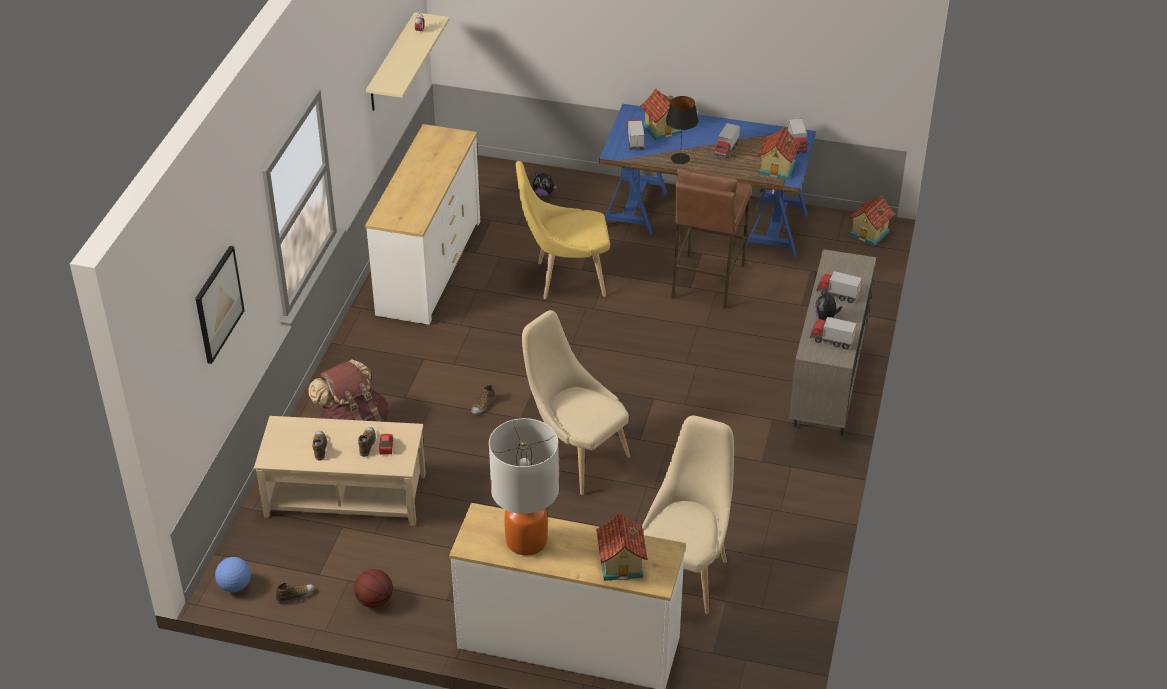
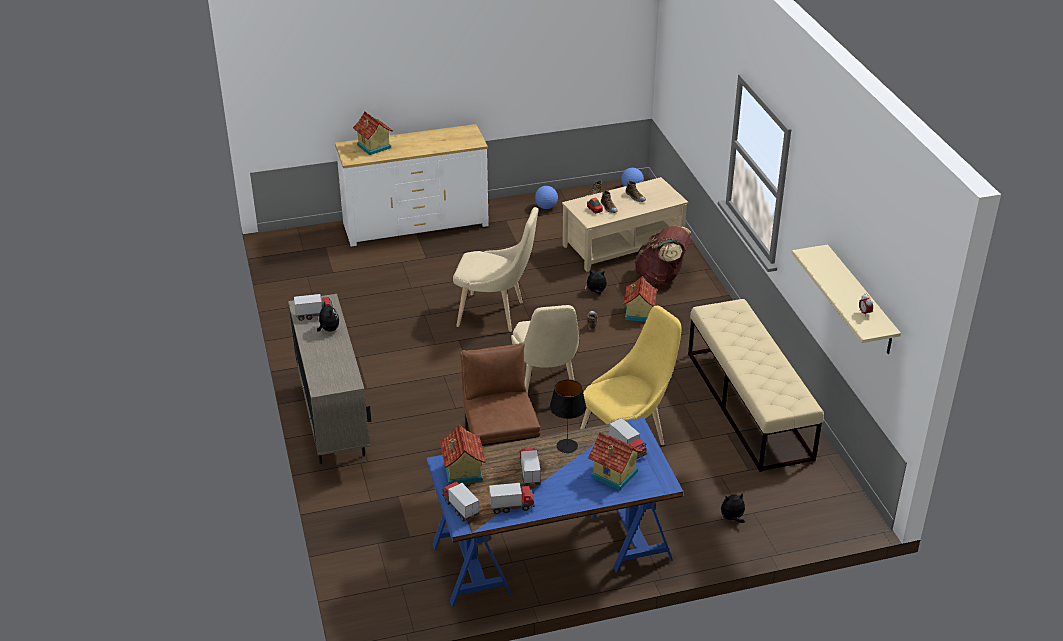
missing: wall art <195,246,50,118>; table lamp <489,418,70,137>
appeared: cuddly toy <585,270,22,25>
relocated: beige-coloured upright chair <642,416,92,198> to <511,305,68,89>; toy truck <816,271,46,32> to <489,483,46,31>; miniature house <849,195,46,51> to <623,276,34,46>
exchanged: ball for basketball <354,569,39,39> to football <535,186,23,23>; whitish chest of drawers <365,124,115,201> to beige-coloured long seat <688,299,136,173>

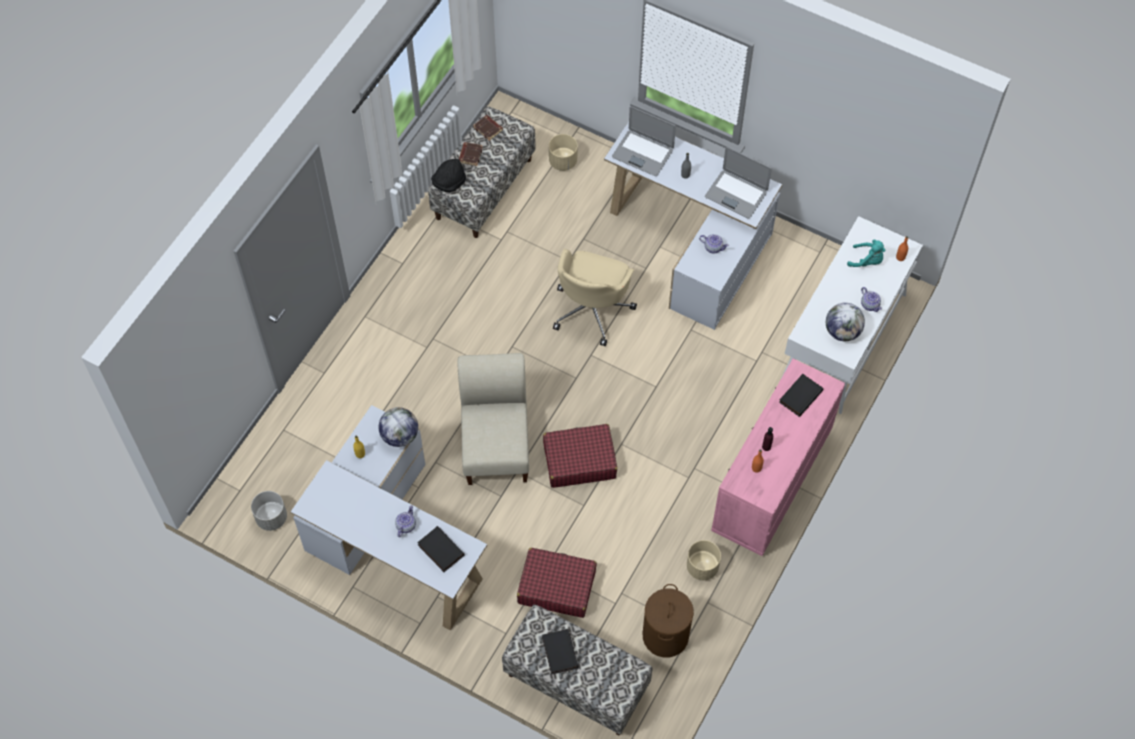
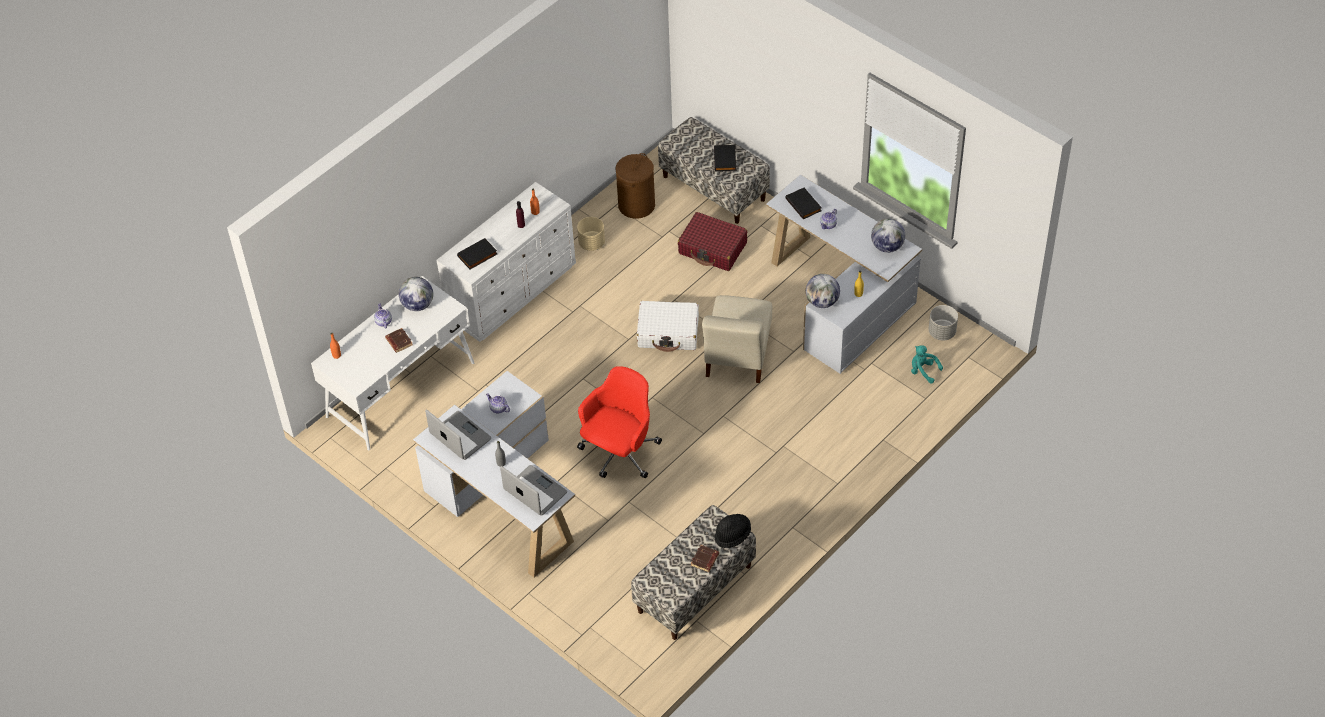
missing: beige-coloured flower pot <549,134,28,37>
appeared: globe <871,219,34,34>
relocated: brownish bound book <473,115,30,26> to <385,328,28,25>; turquoise-coloured cuddly toy <847,240,38,27> to <911,346,32,37>
colour: reddish suitcase <543,424,74,64> to whitish suitcase <637,301,62,51>; beige-coloured desk chair <553,249,84,97> to reddish desk chair <577,366,85,112>; pink-coloured chest of drawers <711,359,134,197> to whitish chest of drawers <436,182,140,160>

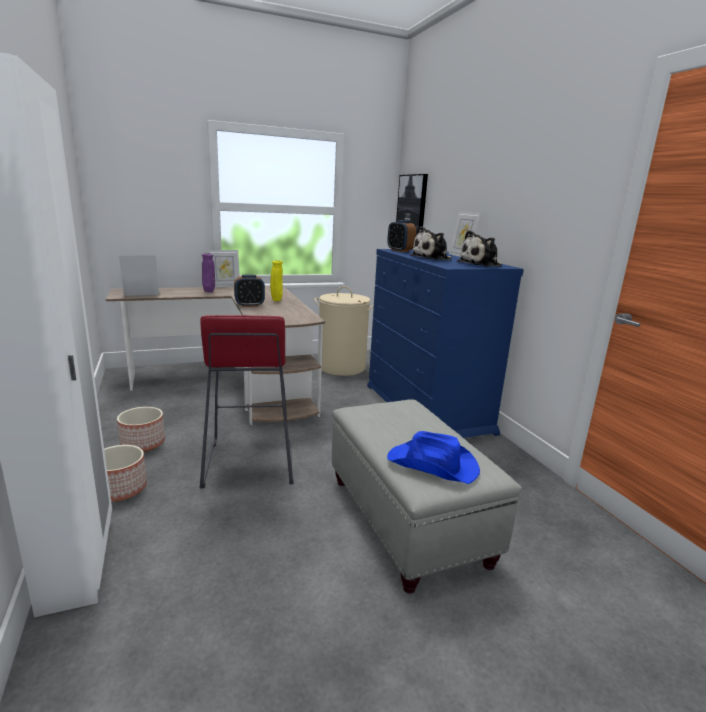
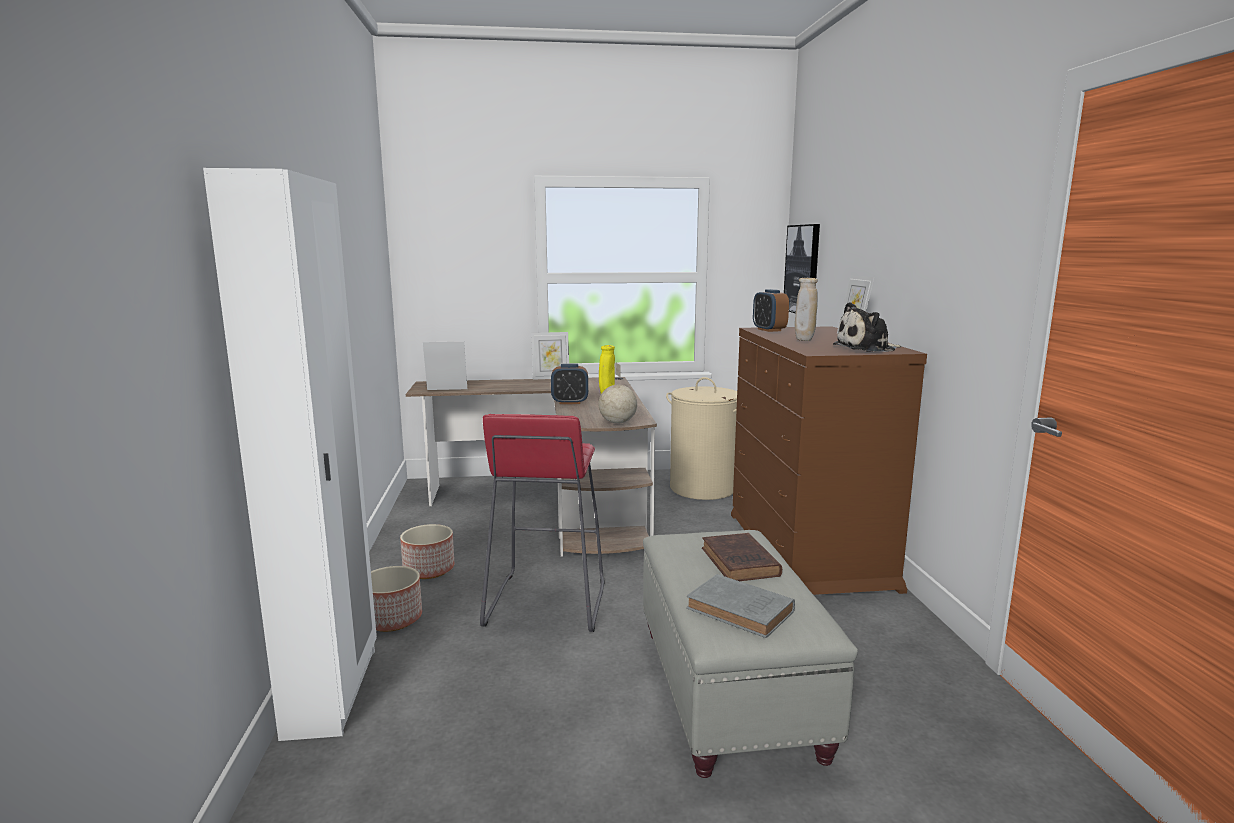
missing: purple decorative vase <202,253,13,39>
appeared: globe <599,362,38,62>; brownish bound book <702,533,80,48>
exchanged: blue clothing hat <387,431,93,53> to grey bound book <686,574,109,64>; cuddly toy <410,226,42,34> to beige-coloured decorative vase <795,278,23,63>
colour: blue chest of drawers <367,249,157,189> to brownish chest of drawers <731,326,196,269>

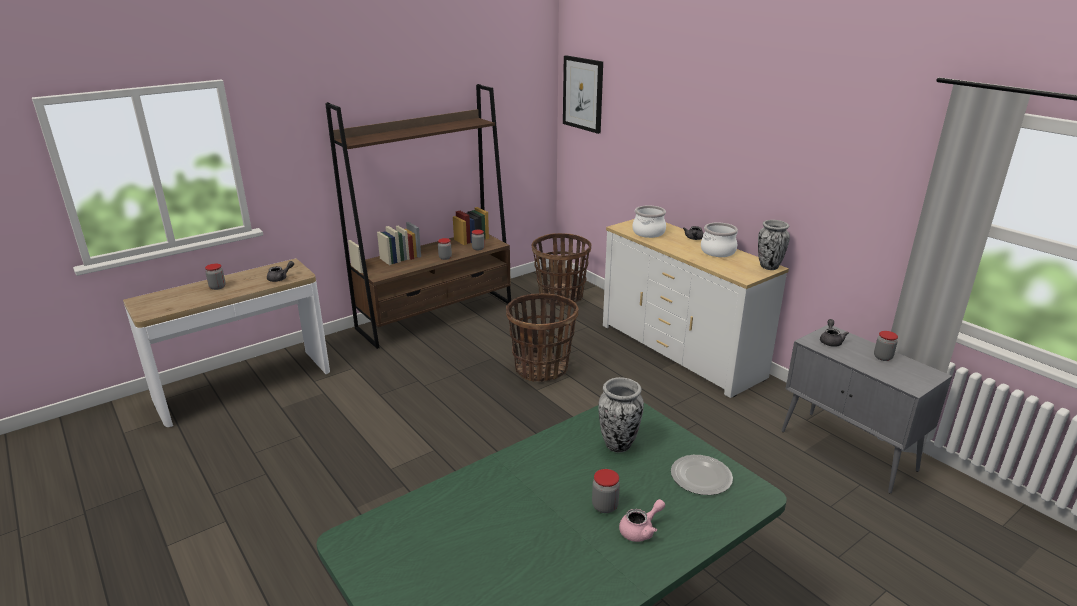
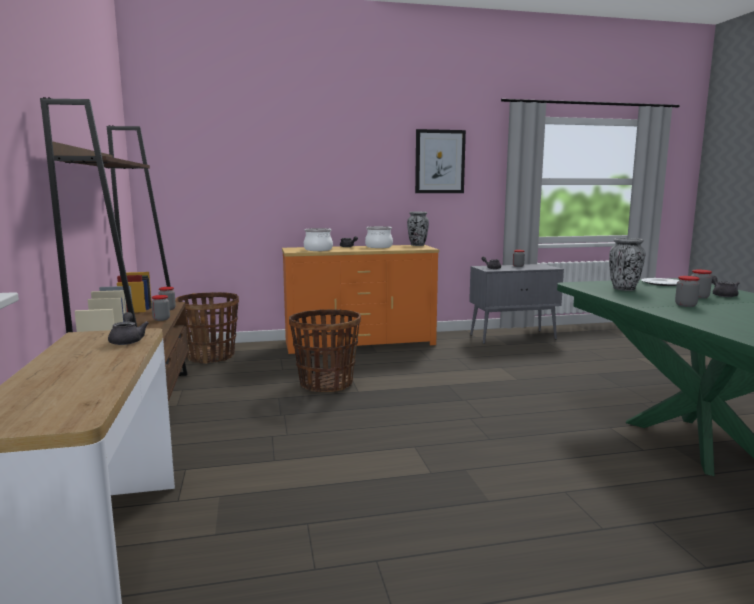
relocated: preserve jar <205,264,21,26> to <675,276,25,31>; wall art <563,55,40,79> to <415,129,51,64>
colour: whitish chest of drawers <603,219,186,179> to orange-coloured chest of drawers <282,245,157,109>; pink-coloured teapot <619,499,46,43> to grey teapot <712,275,27,22>

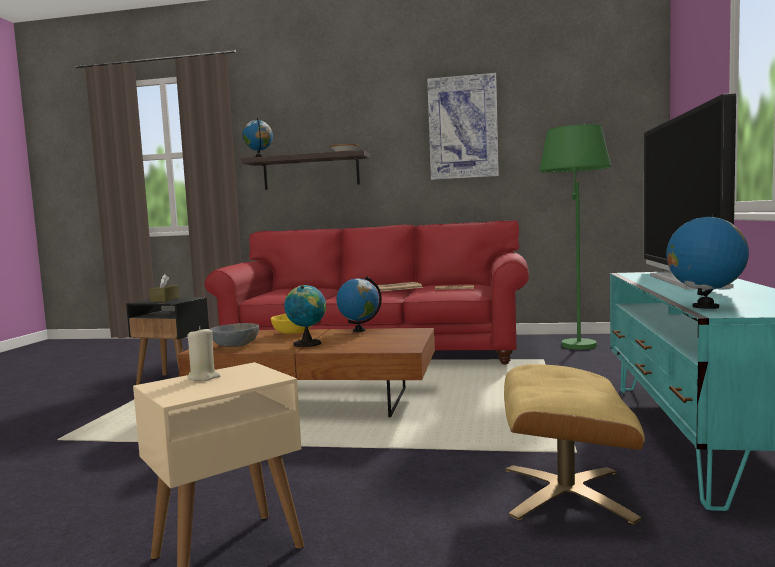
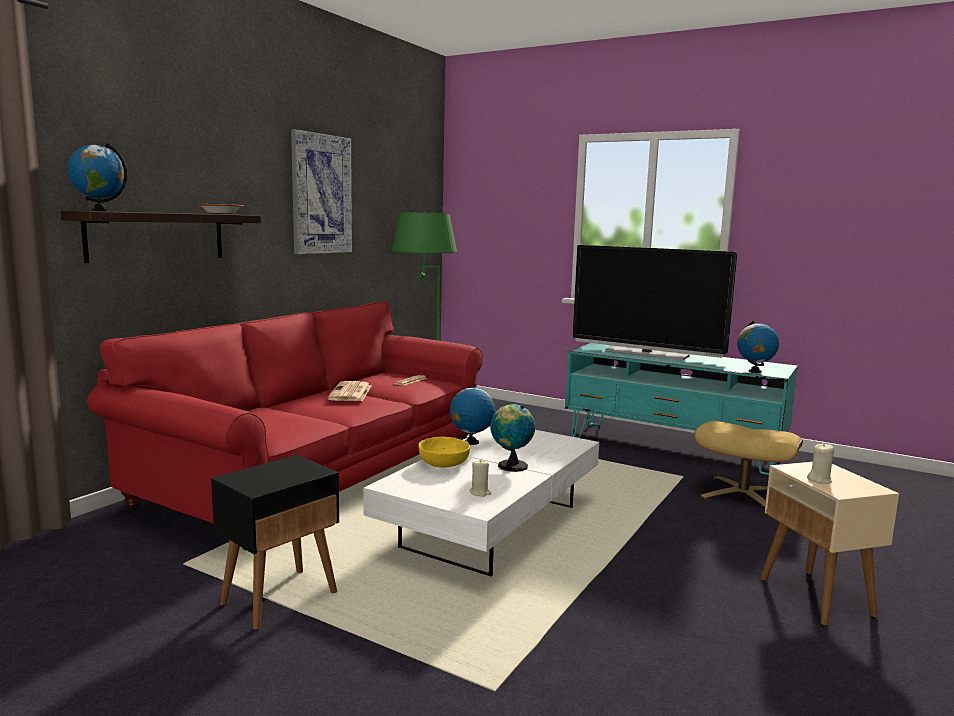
missing: brownish tissue box <149,274,31,28>
exchanged: grey serving bowl <210,323,49,24> to beige-coloured candle <469,460,22,37>
colour: brownish coffee table <178,328,257,89> to whitish coffee table <363,426,236,150>

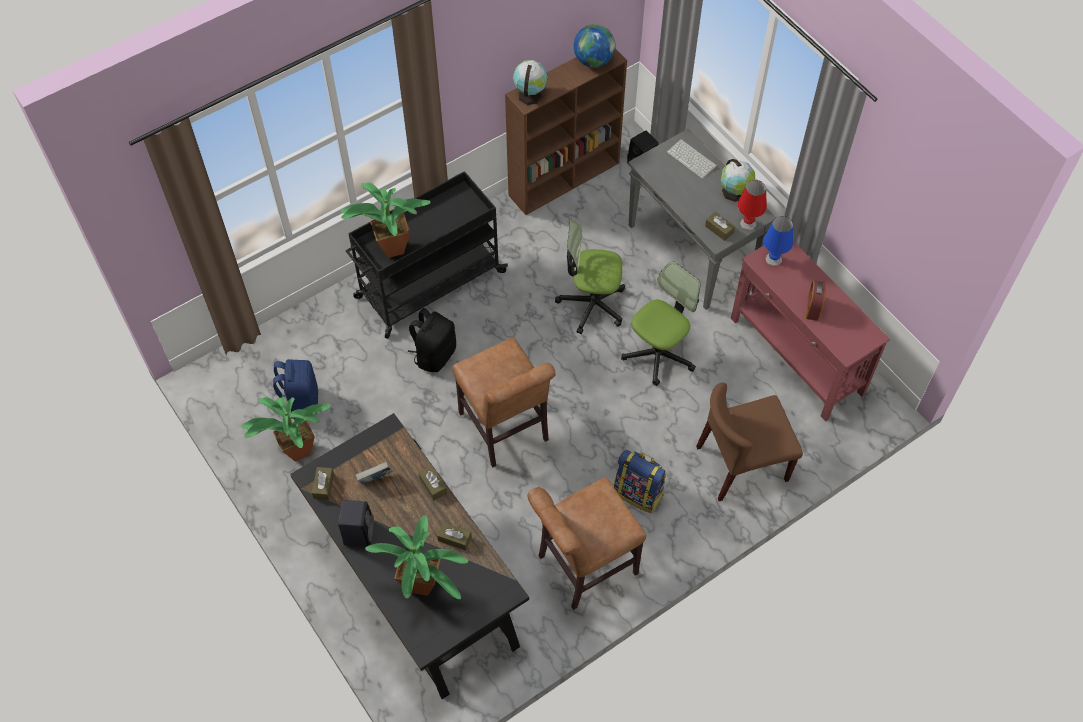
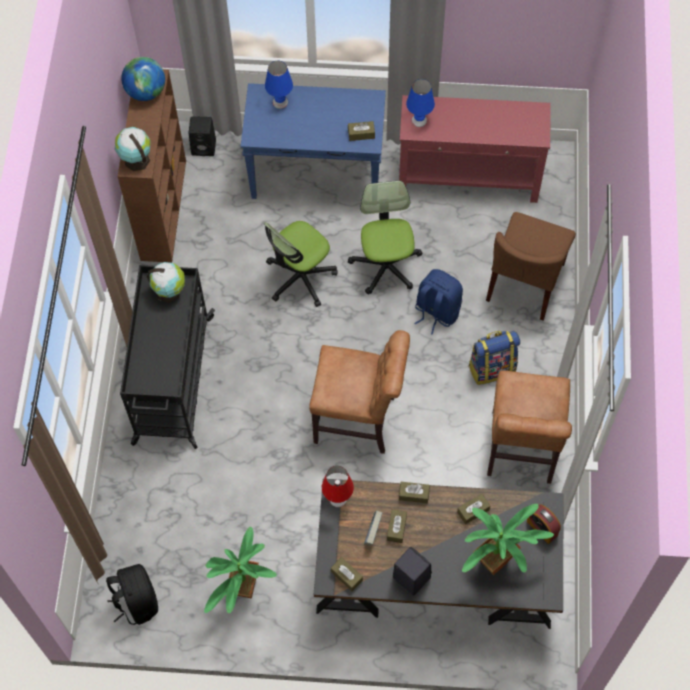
missing: plant in a pot <340,182,91,76>
appeared: brownish tissue box <387,509,20,34>
relocated: blue rucksack <273,359,45,60> to <414,269,49,66>; blackish rucksack <408,308,48,64> to <106,564,52,61>; globe <721,159,34,43> to <147,262,38,41>; reddish table lamp <737,180,30,50> to <322,466,32,41>; alarm clock <806,280,20,41> to <527,505,34,39>
exchanged: keyboard <667,139,50,40> to blue table lamp <265,61,28,48>
colour: grey narrow table <628,129,148,181> to blue narrow table <241,83,145,116>

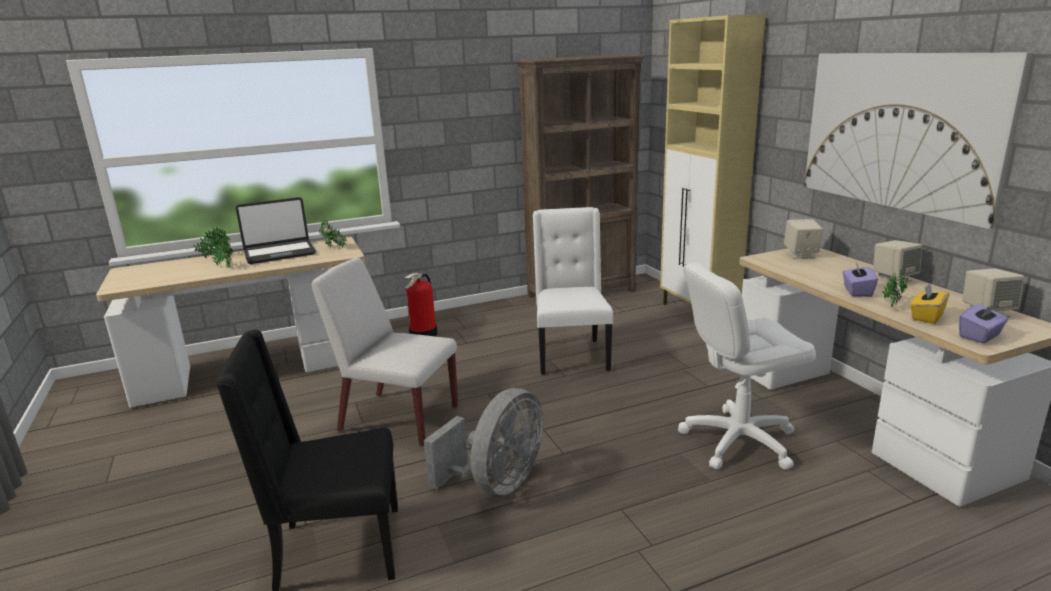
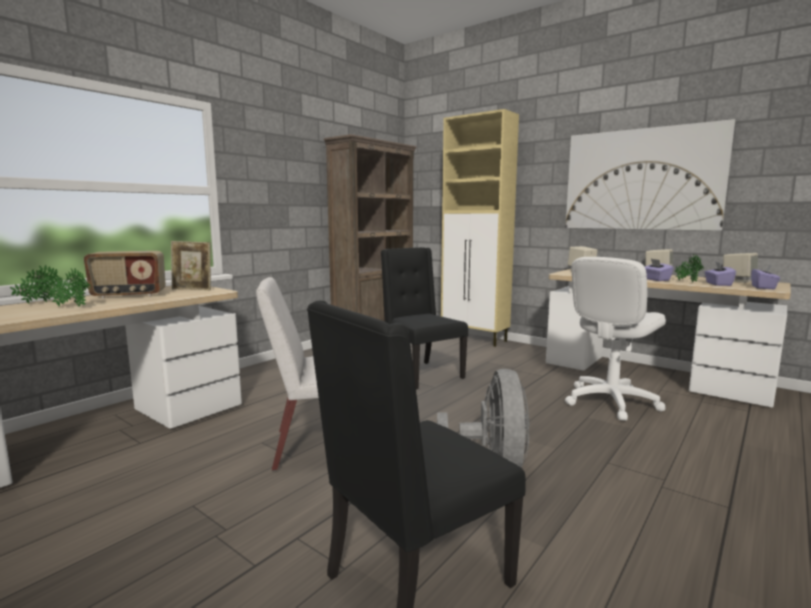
missing: extinguisher <405,272,32,65>
exchanged: portable computer <236,197,80,67> to radio set <84,251,82,47>; plant in a pot <319,219,28,29> to photo frame <171,241,40,49>
colour: whitish upright chair <533,207,80,168> to blackish upright chair <381,247,87,143>; yellowish tissue box <910,283,40,41> to purple tissue box <705,261,31,25>

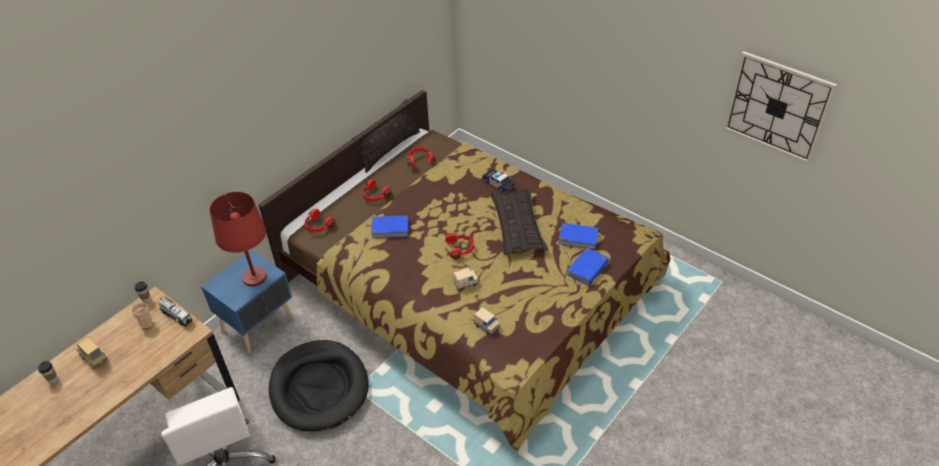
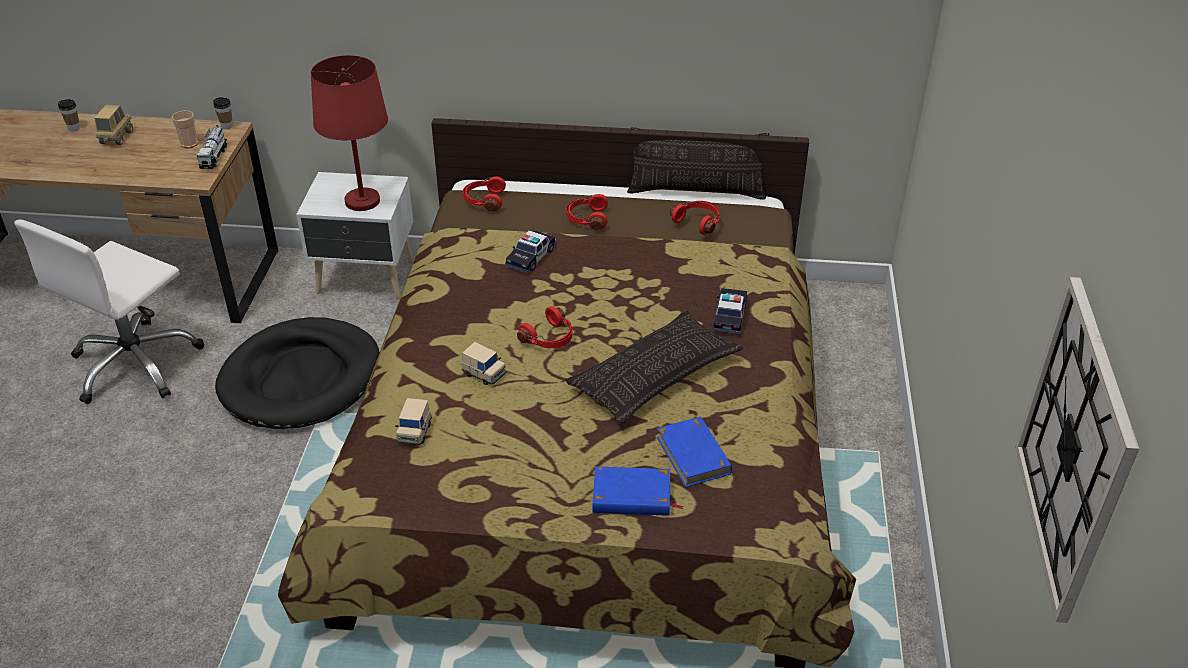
exchanged: blue bound book <367,215,42,23> to toy car <505,230,52,43>
colour: blue nightstand <201,250,92,103> to whitish nightstand <296,172,118,127>

